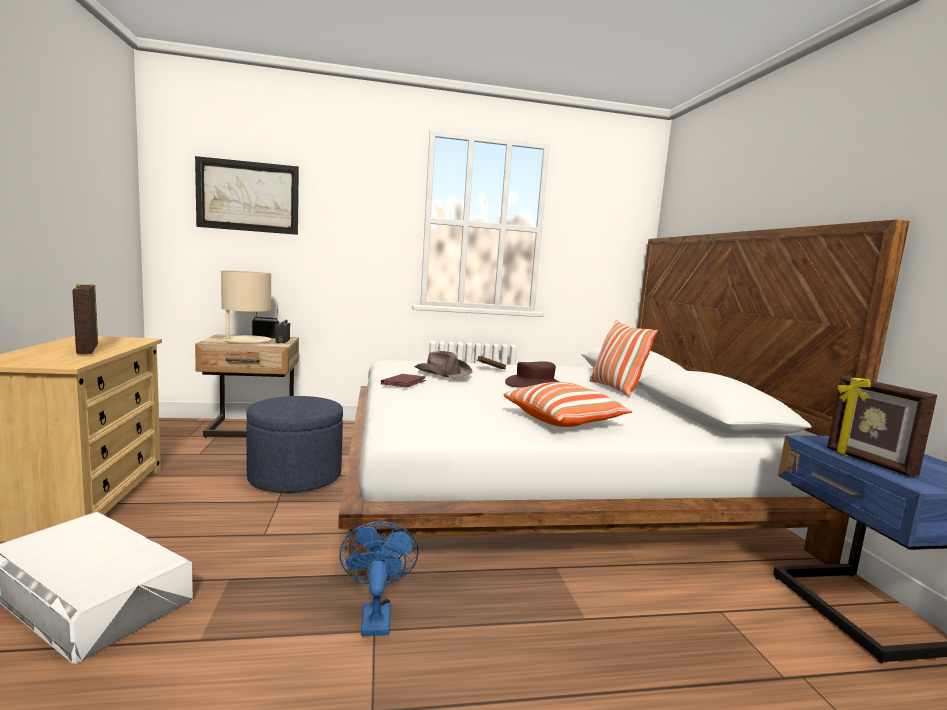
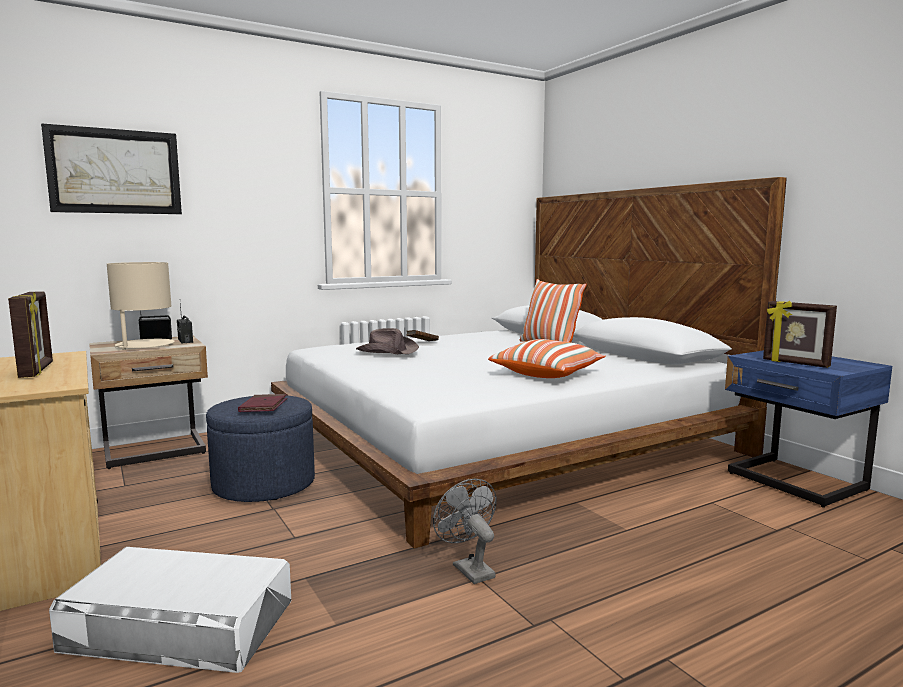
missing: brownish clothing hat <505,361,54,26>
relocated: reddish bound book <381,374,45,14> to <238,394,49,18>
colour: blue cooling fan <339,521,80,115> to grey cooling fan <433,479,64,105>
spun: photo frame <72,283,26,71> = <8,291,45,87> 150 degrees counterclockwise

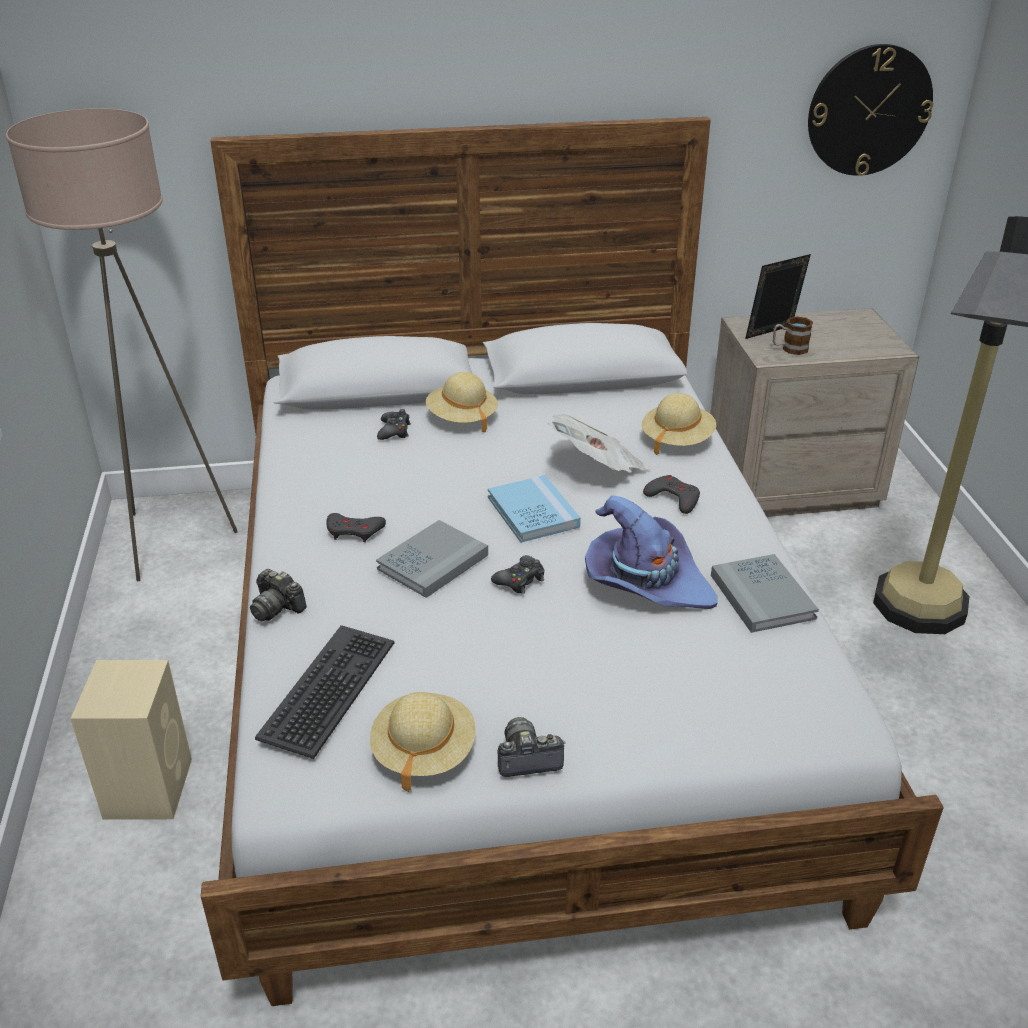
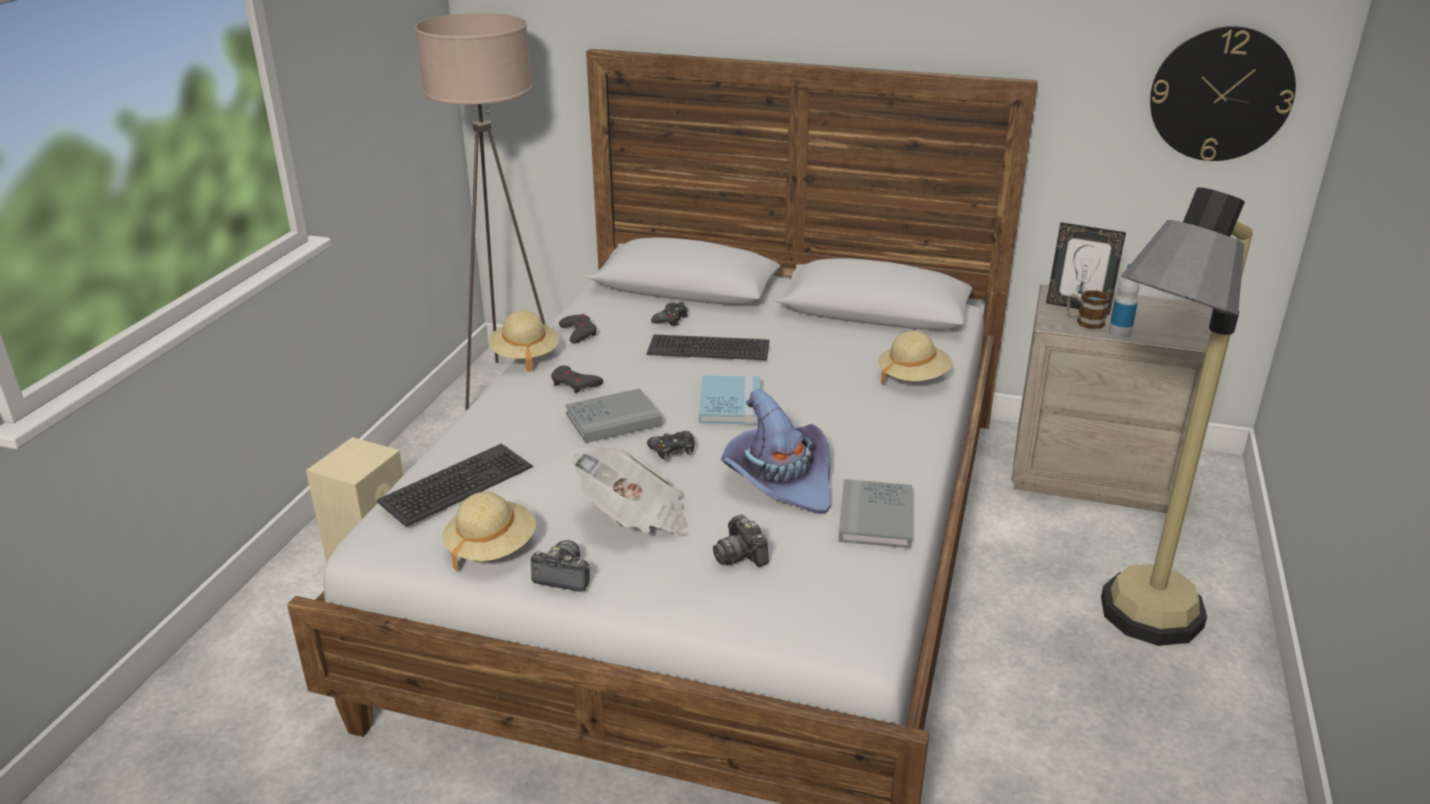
appeared: keyboard <647,334,123,26>; beverage bottle <1109,264,30,74>
relocated: still camera <250,569,57,52> to <713,515,56,52>; beige-coloured clothing hat <426,372,72,60> to <489,310,70,62>; newspaper <548,414,103,59> to <572,448,118,87>; grey joypad <643,475,57,39> to <559,314,38,30>
spun: photo frame <745,254,66,85> = <1046,222,80,93> 150 degrees counterclockwise

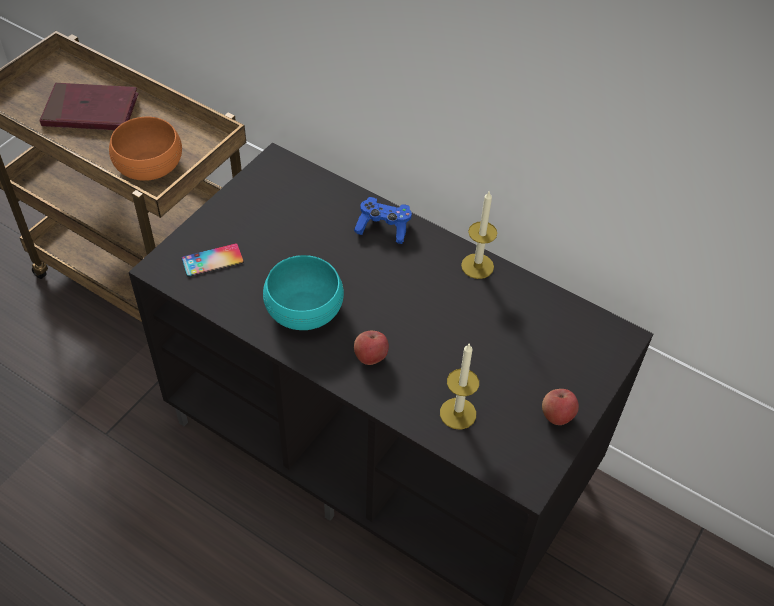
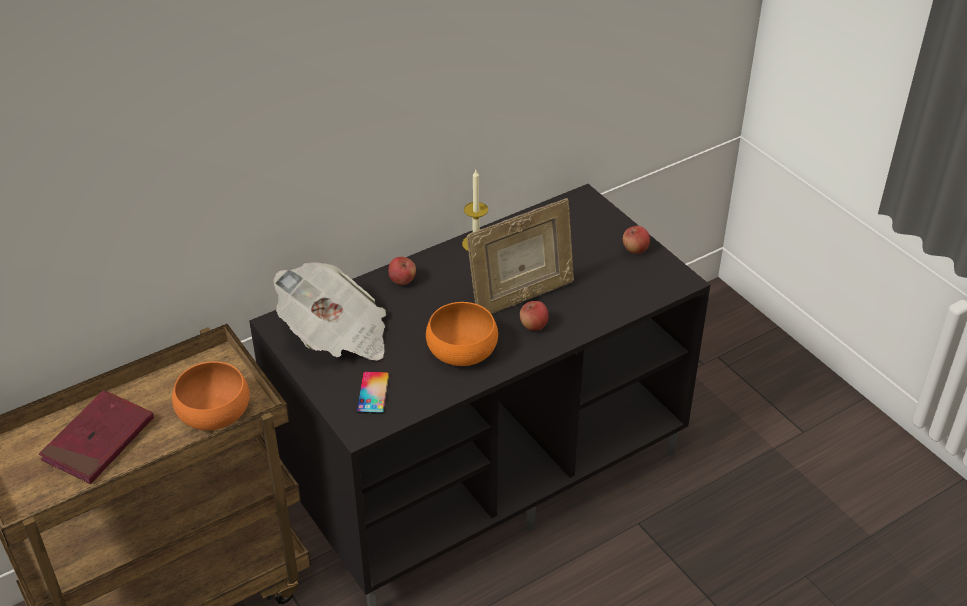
missing: candle <440,344,39,86>
appeared: newspaper <273,262,113,99>; photo frame <467,198,107,116>
exchanged: blue joypad <354,197,58,47> to whole apple <388,257,28,28>
colour: turquoise-coloured serving bowl <263,255,81,75> to orange-coloured serving bowl <426,302,72,64>

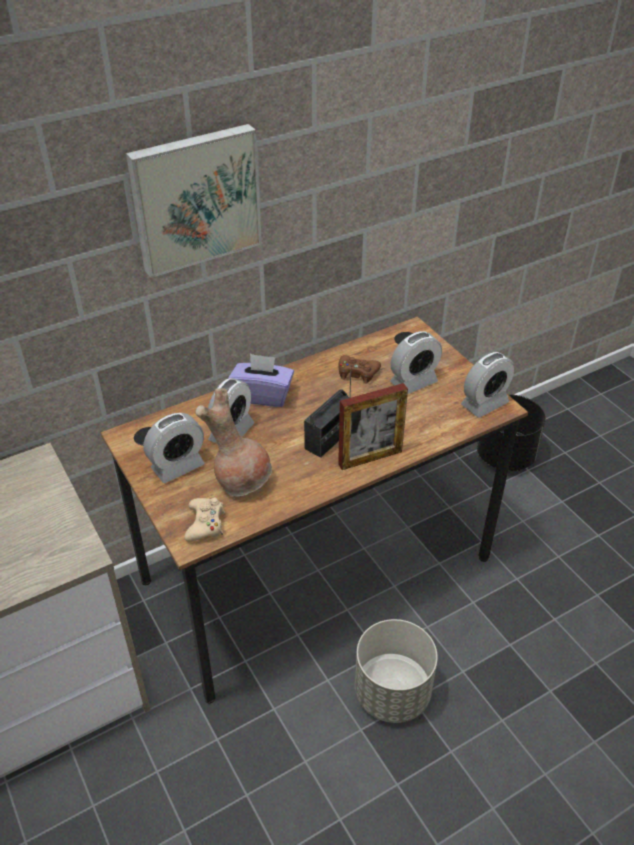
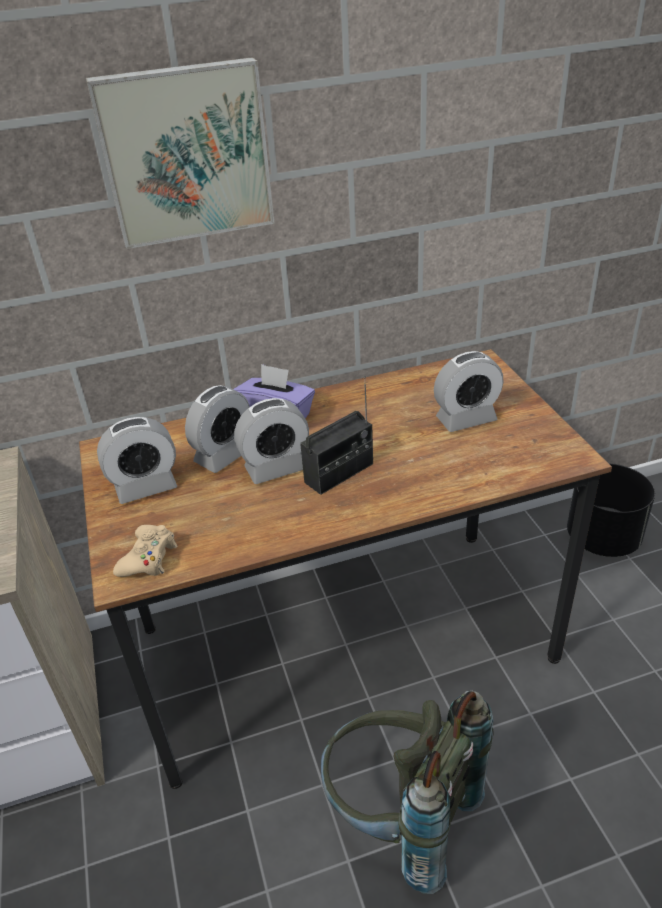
missing: brownish decorative vase <195,389,77,108>; brownish joypad <338,355,43,29>; photo frame <338,383,70,87>
relocated: alarm clock <461,352,53,66> to <234,398,75,86>
exchanged: grey flower pot <355,619,83,104> to grey rucksack <321,691,173,203>

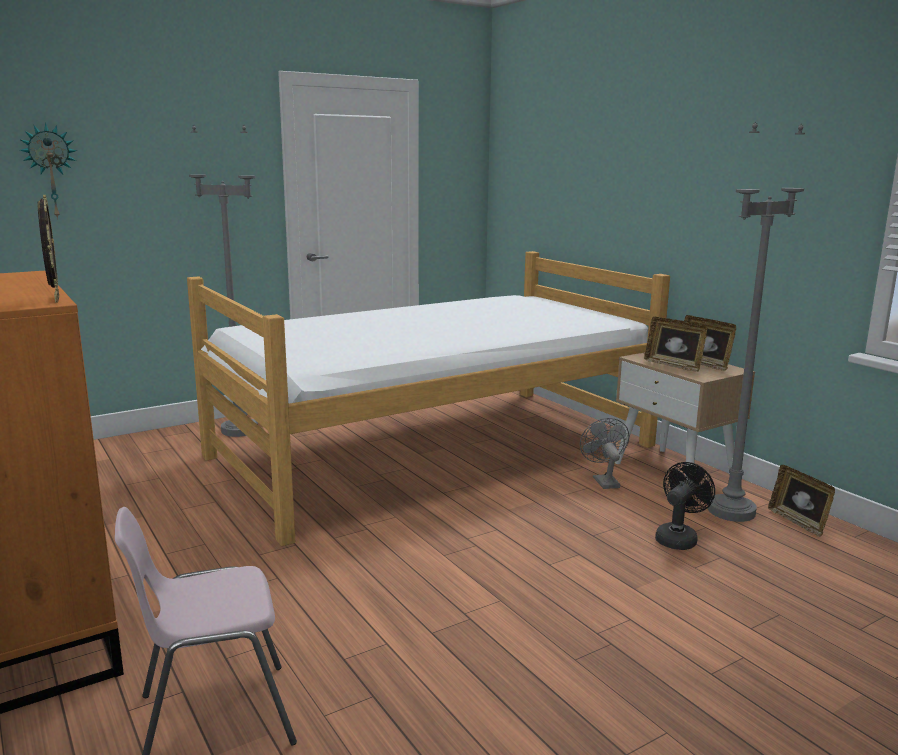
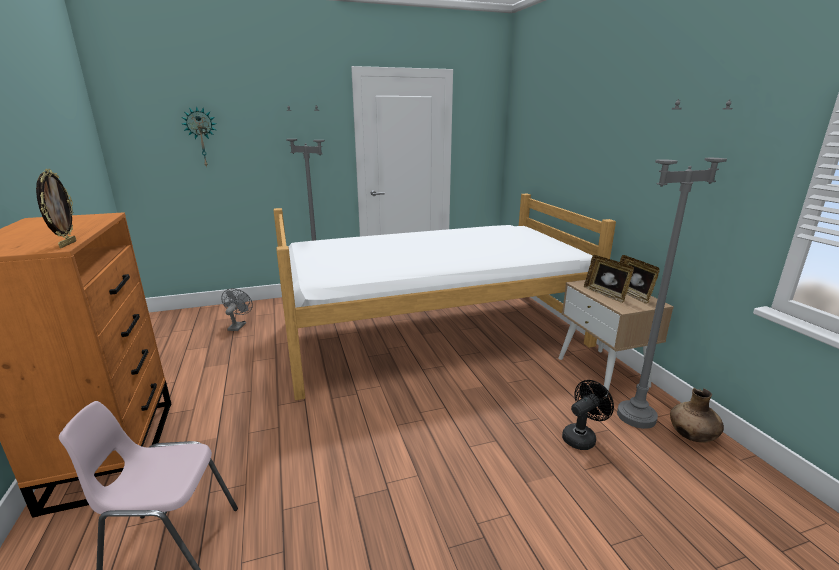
relocated: grey cooling fan <580,418,50,71> to <221,288,32,43>
exchanged: photo frame <768,465,67,72> to brownish decorative vase <670,388,54,55>

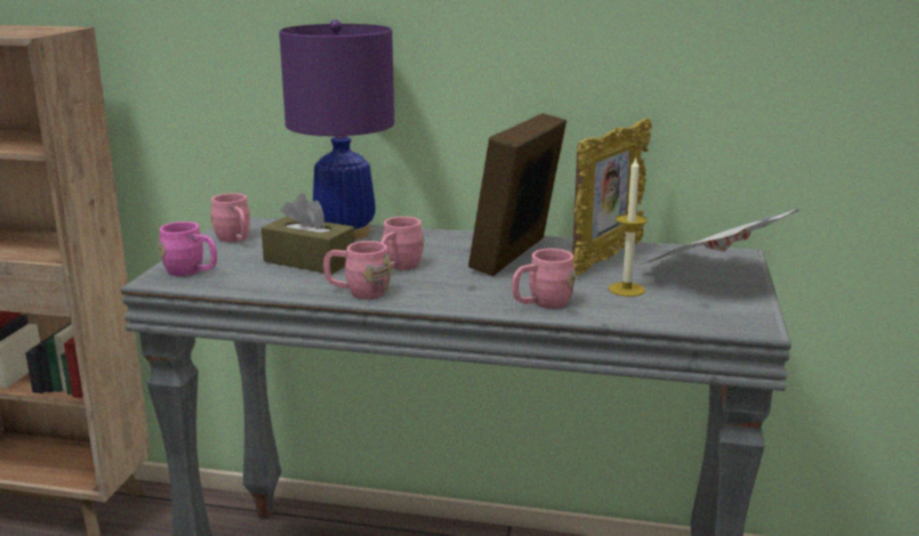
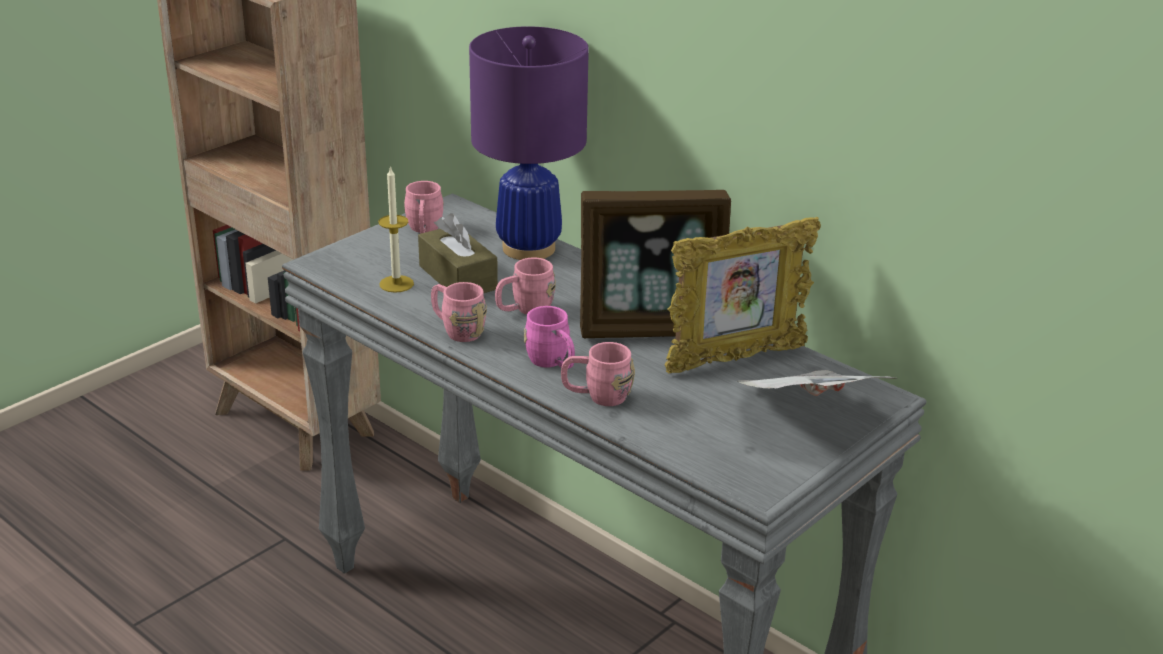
relocated: pink-coloured tea mug <158,222,59,54> to <524,306,51,63>; candle <608,156,40,141> to <378,166,36,127>
spun: photo frame <468,113,99,163> = <580,190,151,148> 150 degrees counterclockwise

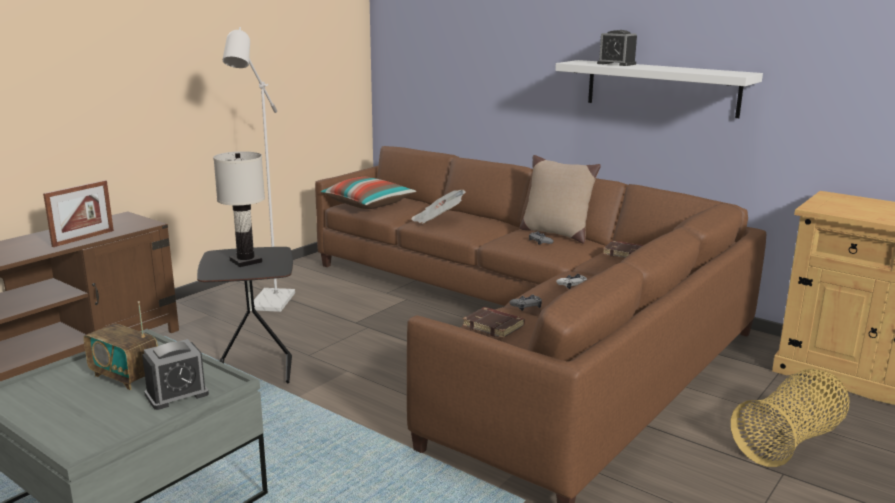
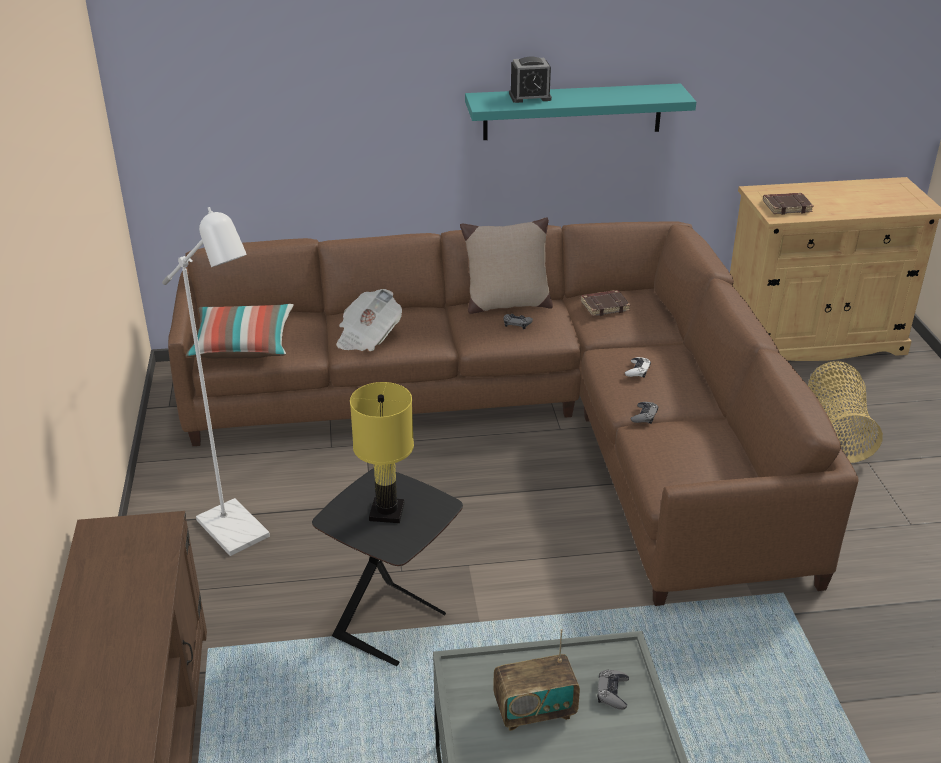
missing: photo frame <43,180,71,67>
relocated: brownish bound book <462,307,63,32> to <763,193,51,22>
exchanged: alarm clock <142,339,67,71> to grey joypad <597,669,32,41>
colour: whitish table lamp <213,151,52,116> to yellowish table lamp <350,382,64,141>; whitish shelf <555,60,208,58> to turquoise-coloured shelf <465,83,231,57>

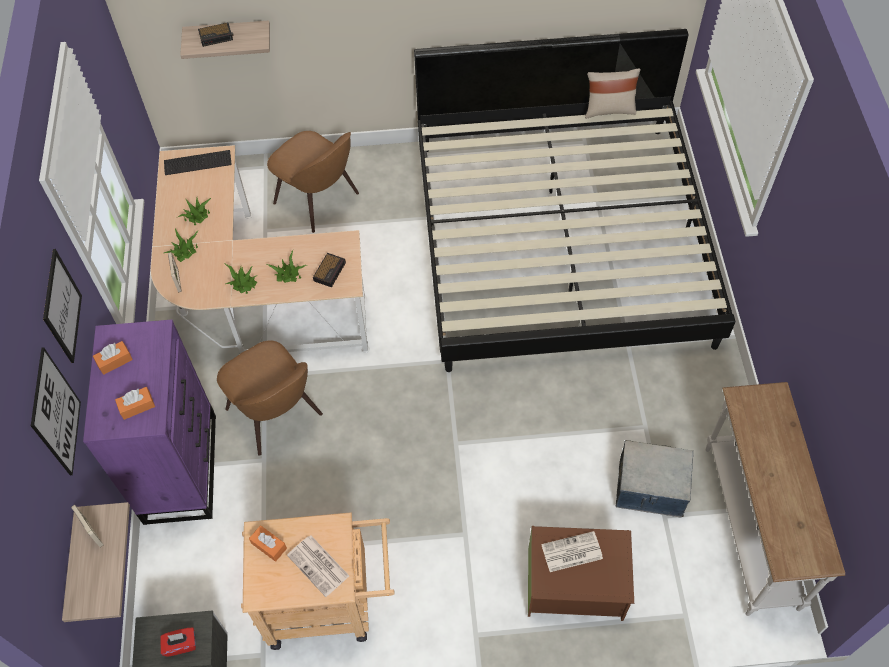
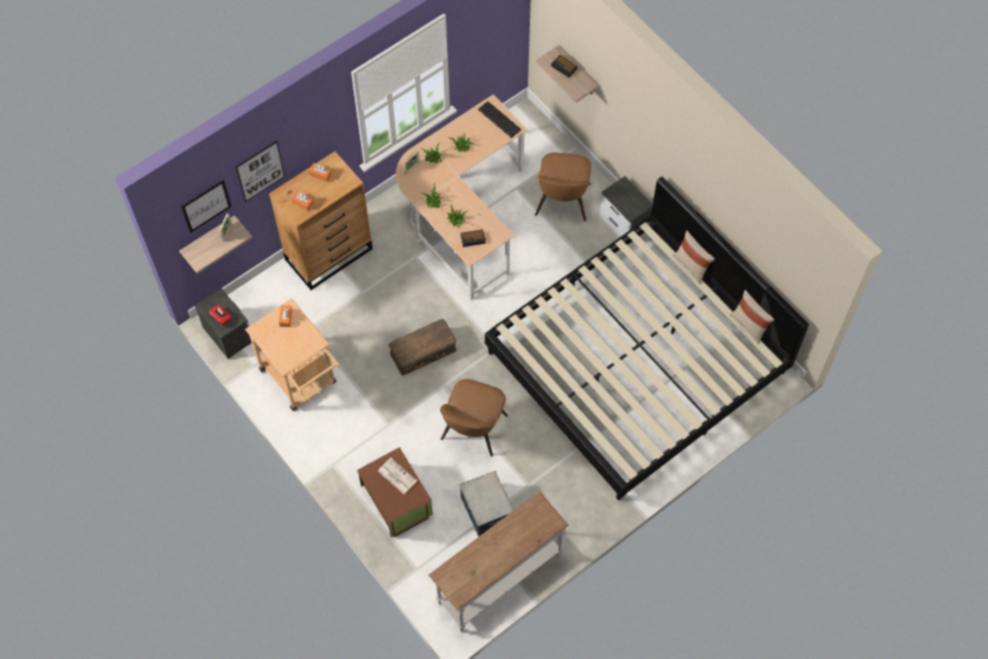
missing: newspaper <287,536,62,61>
appeared: brownish storage container <389,319,67,57>; nightstand <599,176,54,69>; beige-coloured throw pillow <673,230,42,54>
relocated: wall art <43,249,39,114> to <181,180,50,53>; brownish upright chair <217,340,106,116> to <440,379,68,78>
colour: purple chest of drawers <83,320,133,205> to brownish chest of drawers <269,151,104,139>

